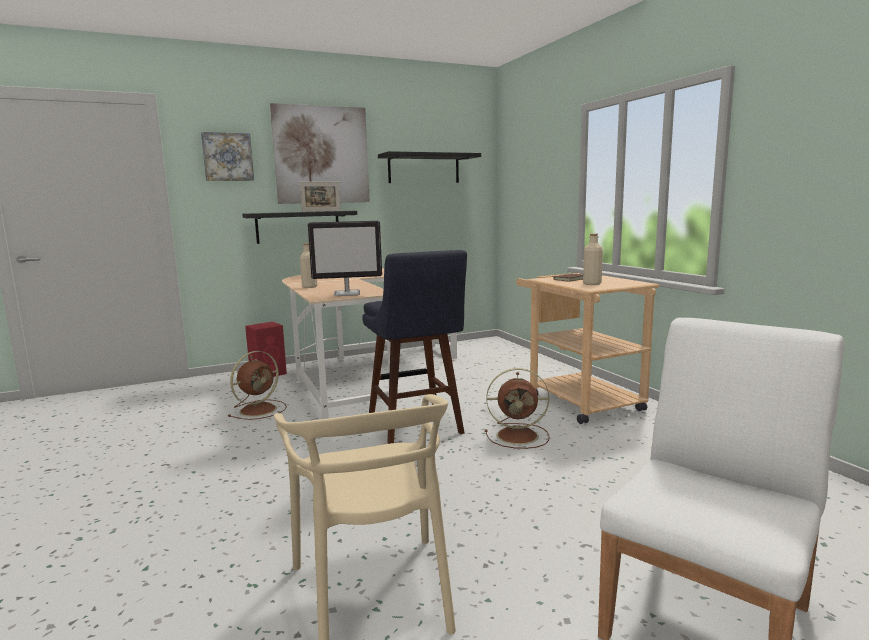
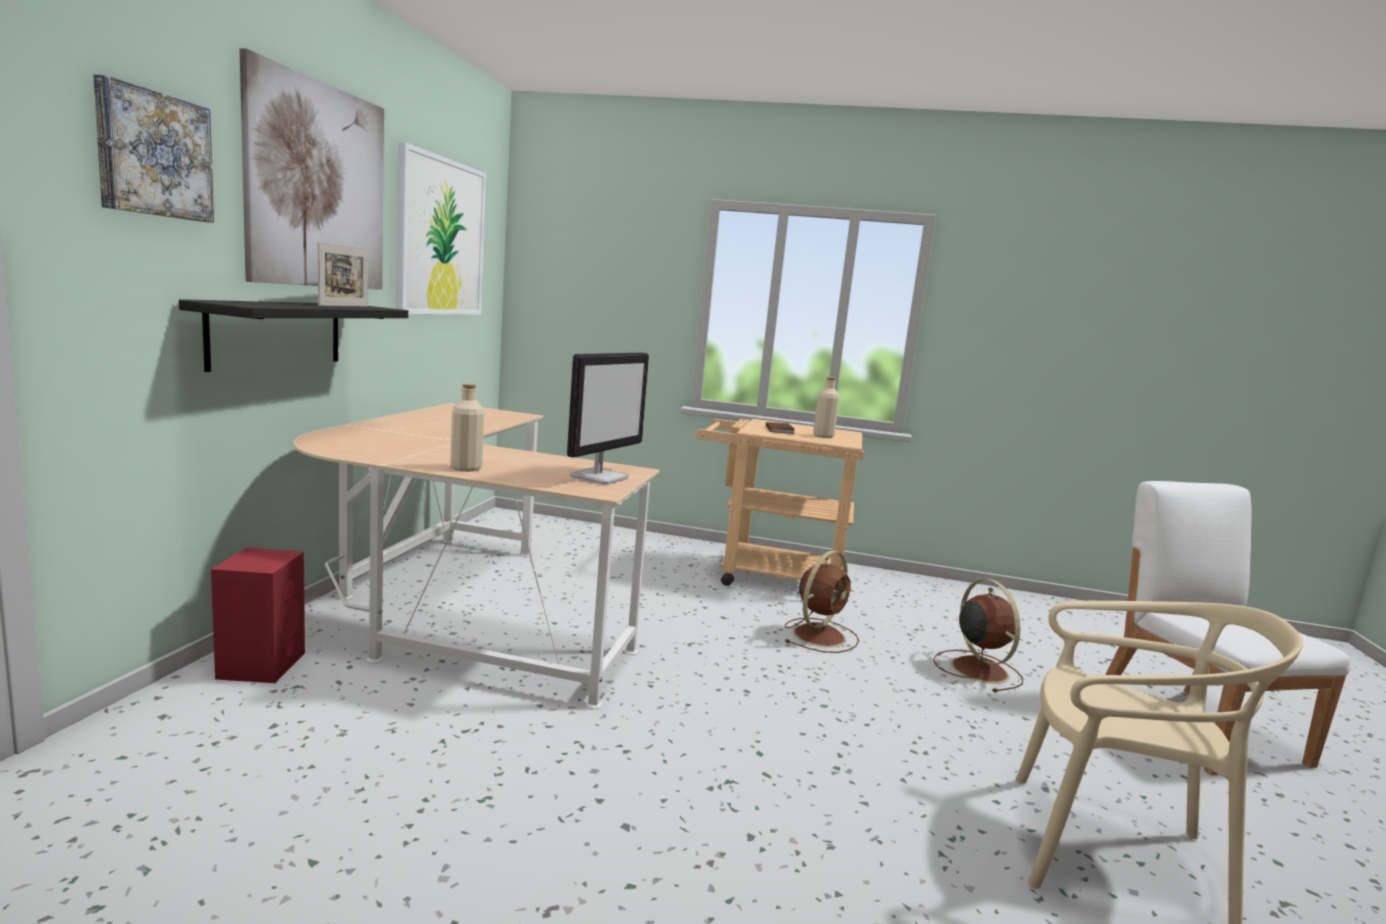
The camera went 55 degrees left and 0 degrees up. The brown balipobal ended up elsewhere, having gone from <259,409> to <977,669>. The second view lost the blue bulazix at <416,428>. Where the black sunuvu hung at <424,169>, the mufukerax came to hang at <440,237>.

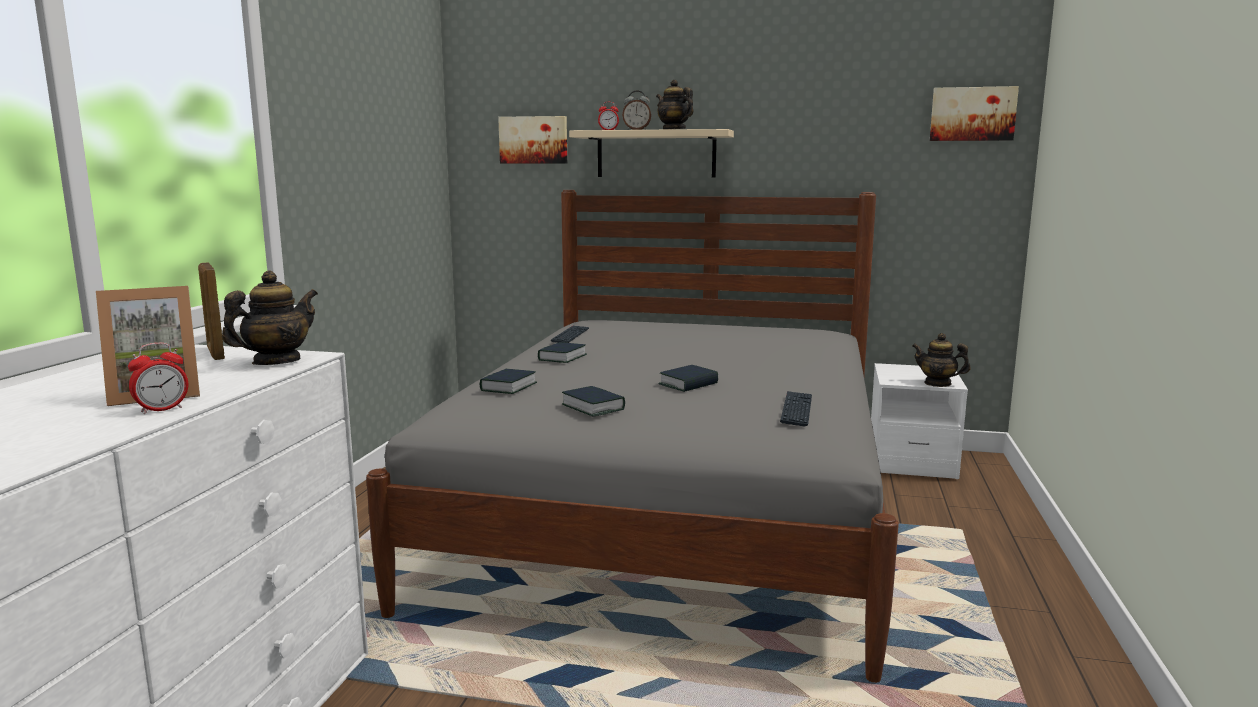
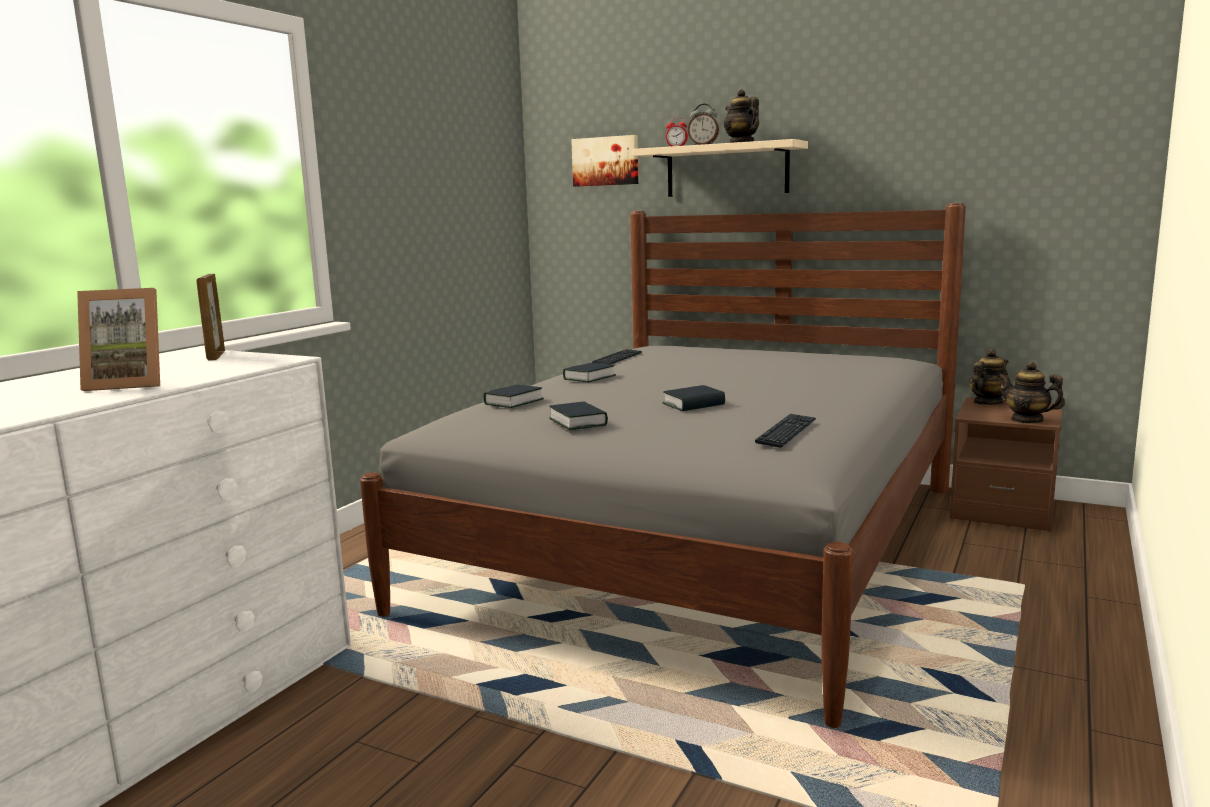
The camera went 15 degrees right and 0 degrees up. The second view lost the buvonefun at <162,410>. The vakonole ended up elsewhere, having gone from <276,362> to <987,403>. What was the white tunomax at <911,462> turned into the brown tunomax at <1002,510>. The second view lost the mufukerax at <972,114>.

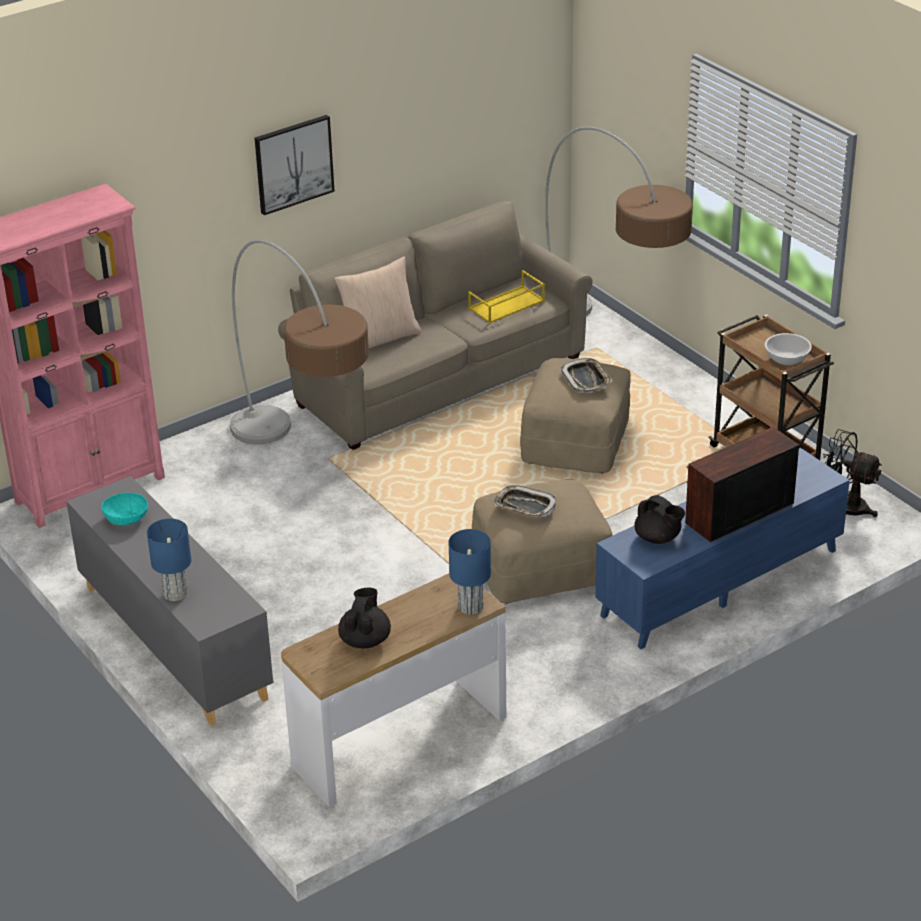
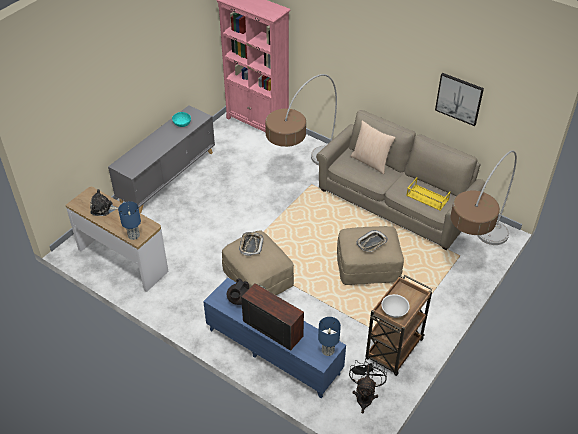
The camera went 70 degrees right and 10 degrees up. The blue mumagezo ended up elsewhere, having gone from <175,593> to <328,350>. The mufukerax ended up elsewhere, having gone from <293,164> to <459,98>. Where the black vakonole stood at <365,640>, the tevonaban came to stand at <103,208>.

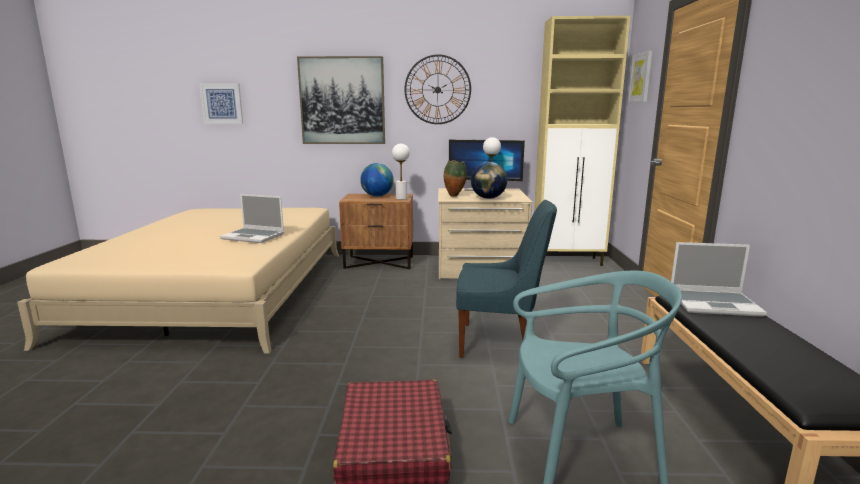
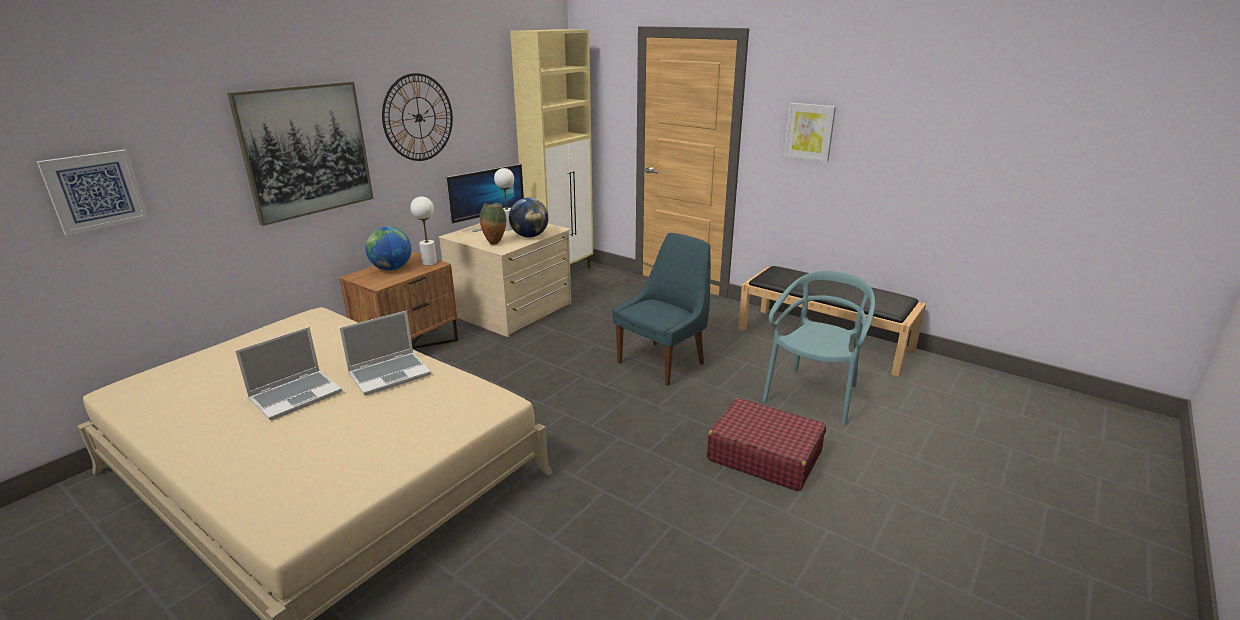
The camera went 55 degrees left and 10 degrees up. The mufukerax ended up elsewhere, having gone from <641,78> to <809,131>. The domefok ended up elsewhere, having gone from <714,304> to <296,395>.

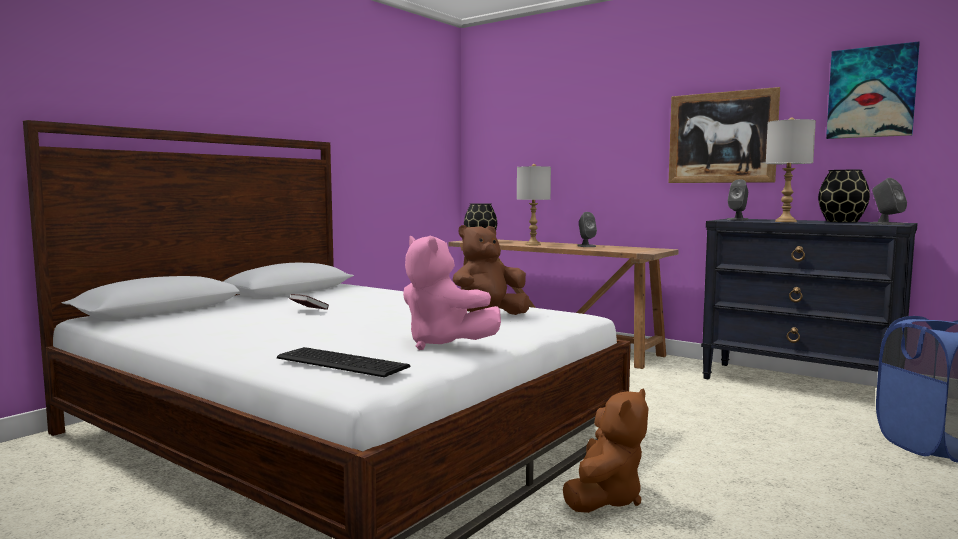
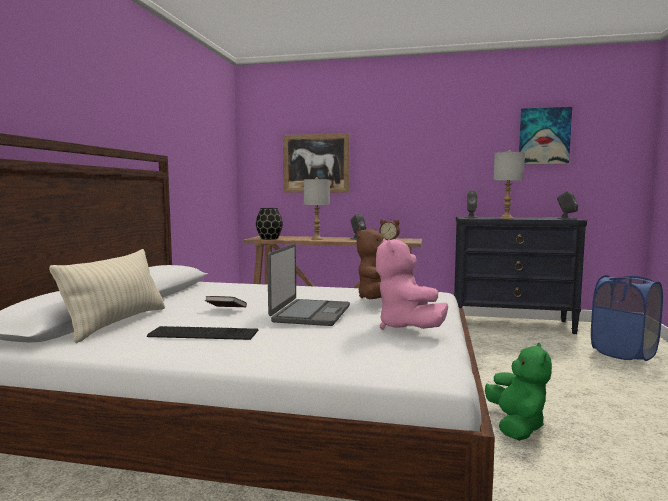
The camera went 25 degrees left and 0 degrees up. The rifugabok ended up elsewhere, having gone from <342,361> to <203,333>. The pink tevonaban at <443,344> ended up facing another way, 60 degrees clockwise from before. What was the brown tevonaban at <604,498> turned into the green tevonaban at <516,425>. The mufukerax ended up elsewhere, having gone from <721,137> to <316,163>. The second view lost the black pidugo at <842,221>. The second view gained the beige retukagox at <117,323>. The second view gained the domefok at <310,314>. The second view gained the buvonefun at <389,239>.

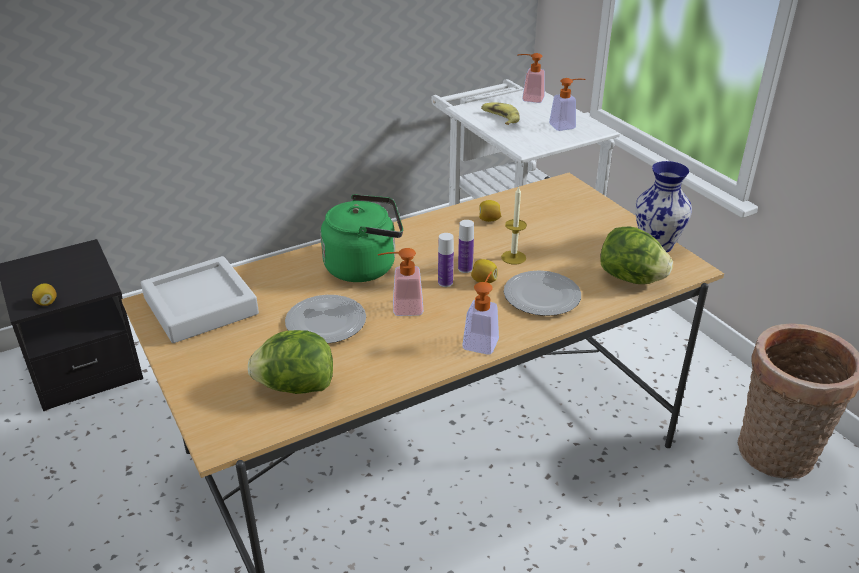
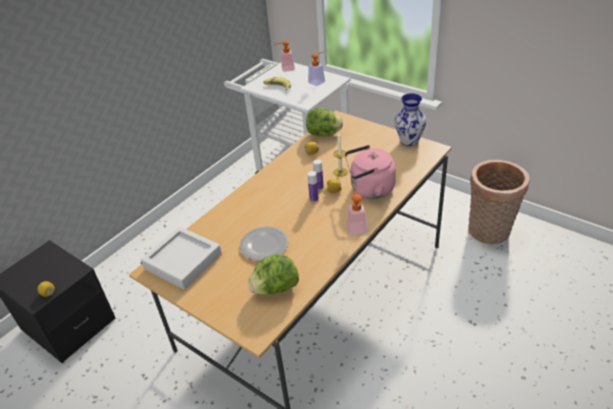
The camera went 20 degrees left and 5 degrees up. The second view lost the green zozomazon at <365,266>. The second view lost the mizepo at <401,308>. Where the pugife stood at <541,295>, the pink zozomazon came to stand at <369,189>. The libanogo ended up elsewhere, having gone from <631,279> to <324,134>.

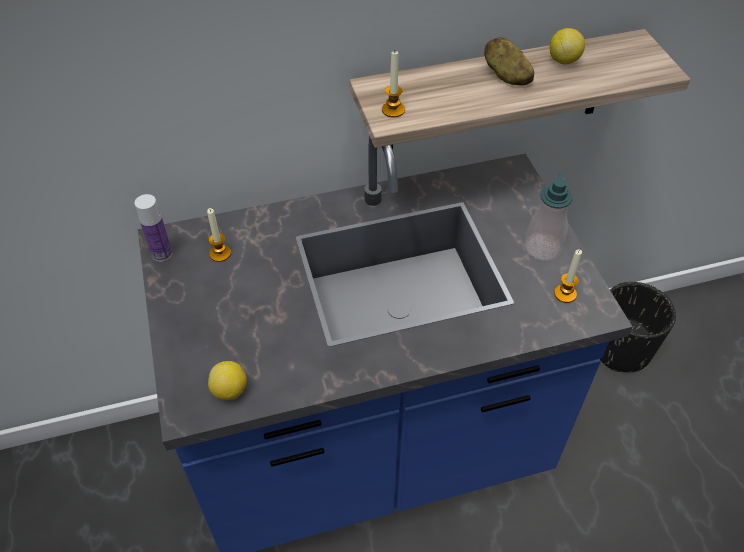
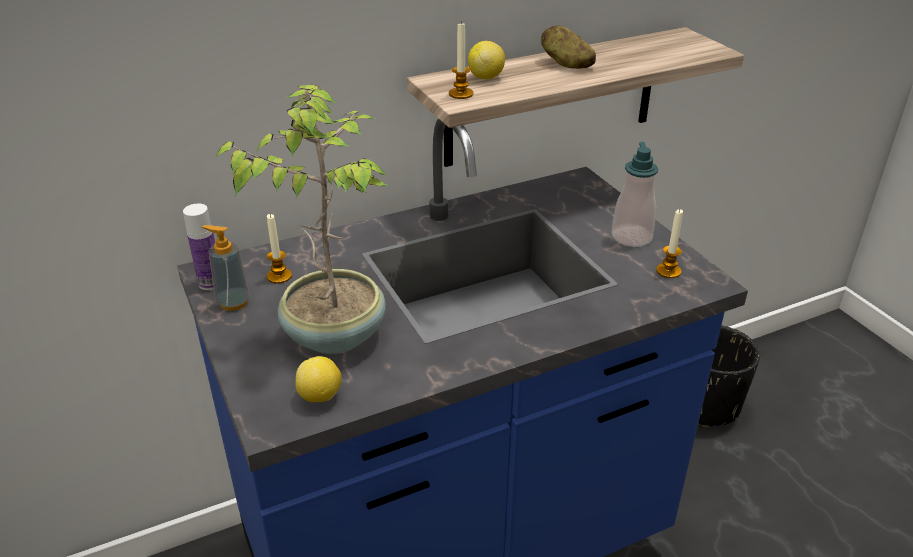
The camera went 10 degrees left and 15 degrees down. The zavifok ended up elsewhere, having gone from <563,60> to <486,77>. The second view gained the mizepo at <233,302>. The second view gained the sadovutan at <334,333>.

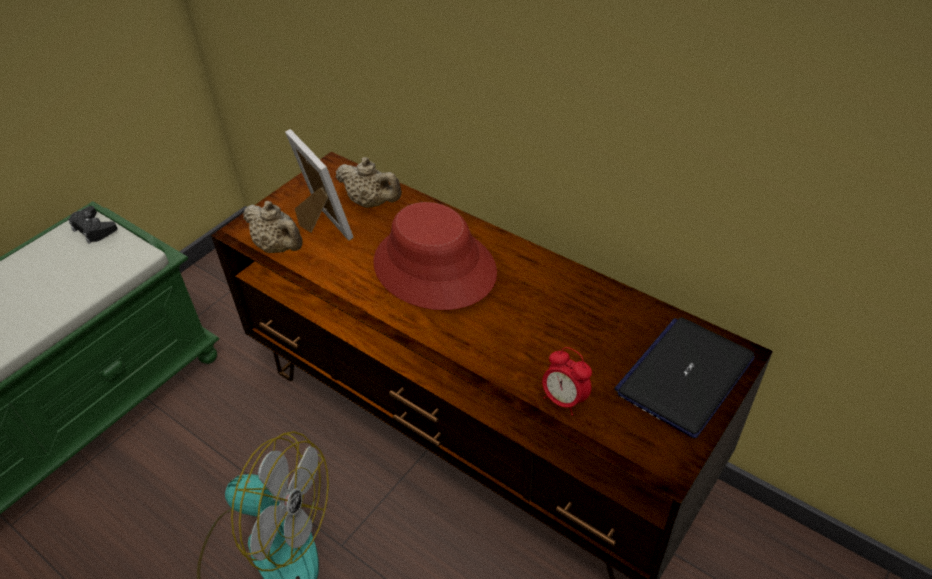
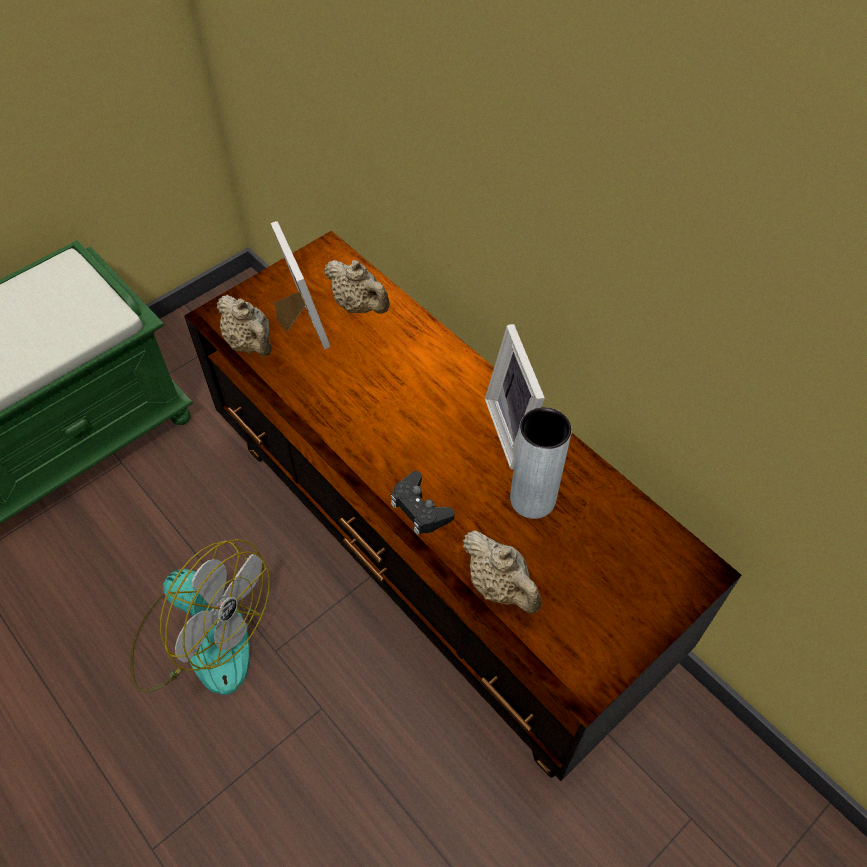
The camera went 10 degrees right and 10 degrees up. The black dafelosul ended up elsewhere, having gone from <94,229> to <420,508>. The second view lost the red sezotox at <434,268>. Where the buvonefun stood at <564,400>, the beige vakonole came to stand at <500,586>. The second view lost the domefok at <685,376>. The second view gained the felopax at <516,429>. The second view gained the grey pidugo at <532,499>.

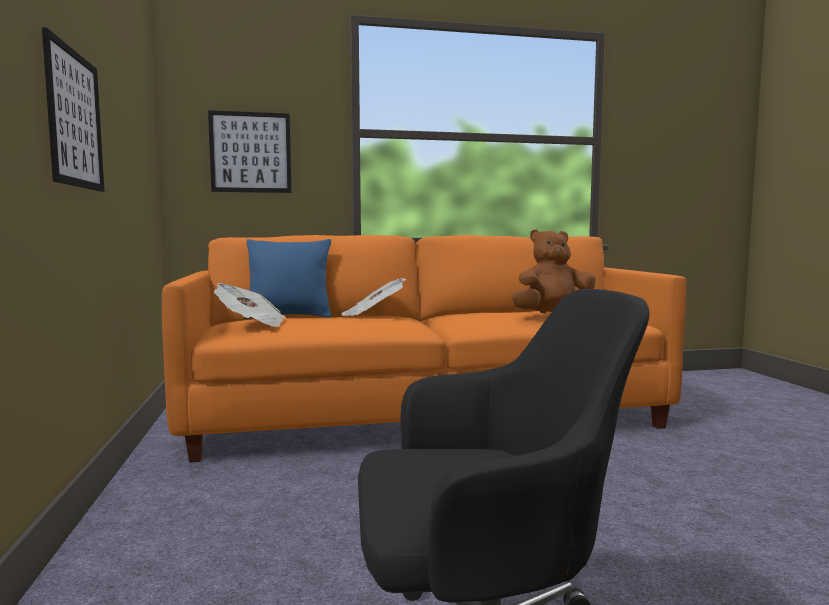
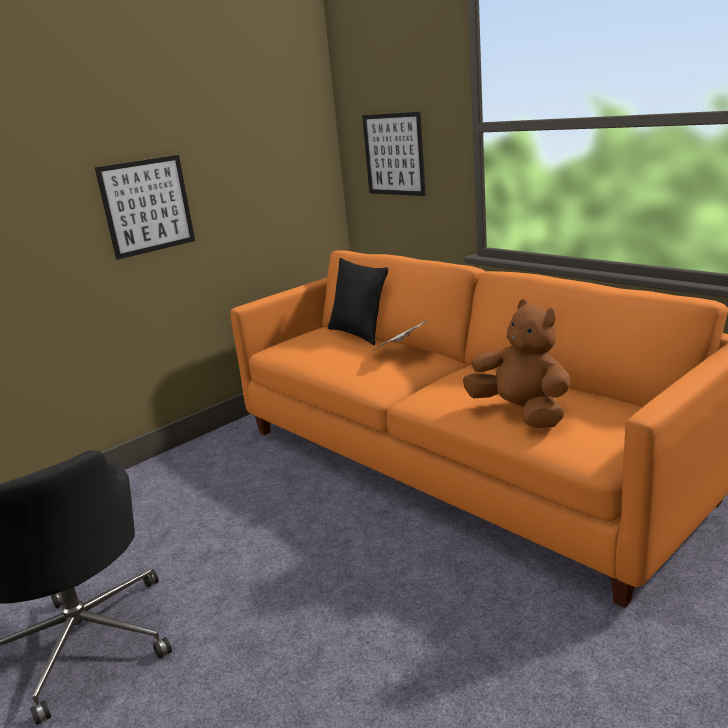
The camera went 60 degrees right and 15 degrees up. The second view lost the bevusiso at <252,324>. What was the blue retukagox at <289,316> turned into the black retukagox at <358,334>.

